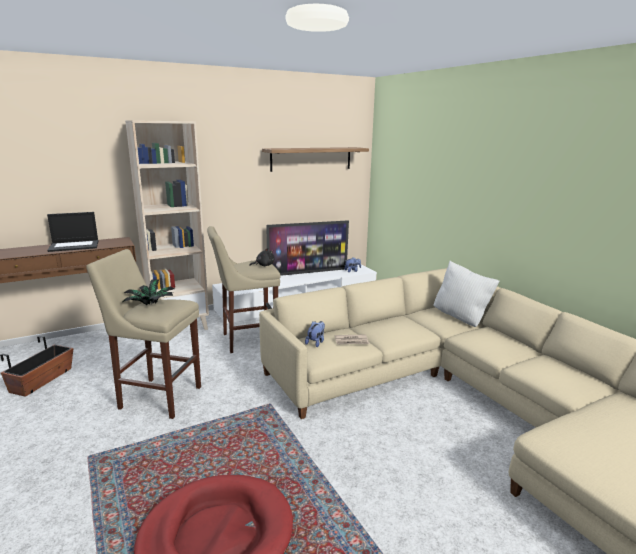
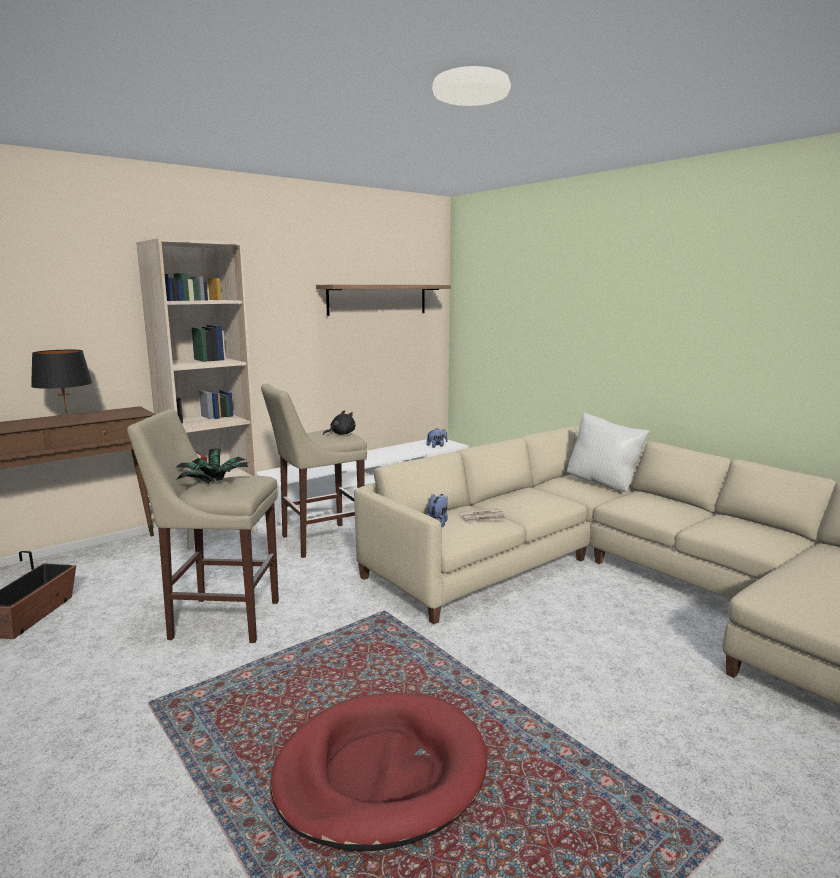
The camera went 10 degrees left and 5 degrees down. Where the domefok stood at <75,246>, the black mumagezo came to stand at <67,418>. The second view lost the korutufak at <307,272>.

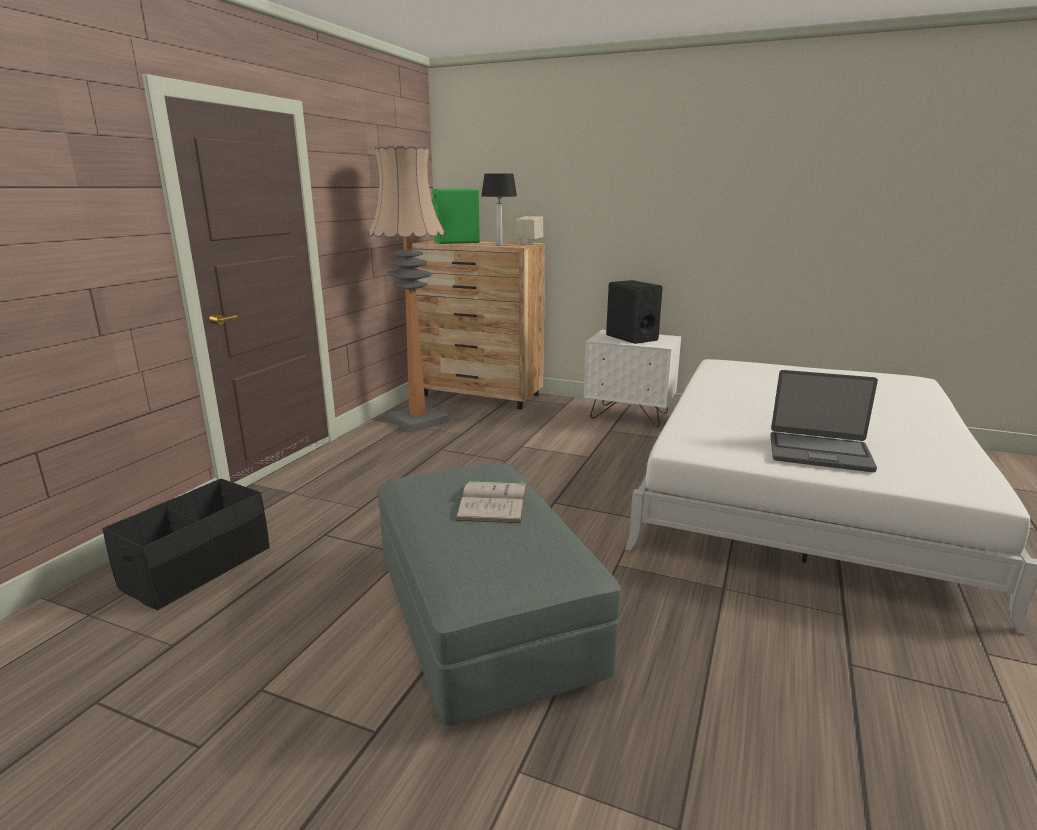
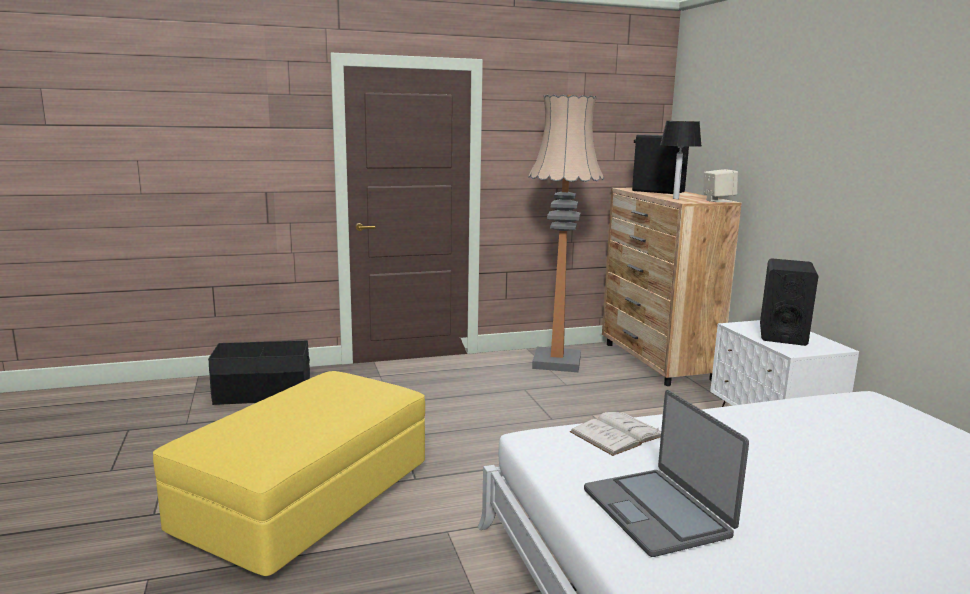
The camera went 50 degrees right and 5 degrees down. What was the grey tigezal at <483,615> turned into the yellow tigezal at <306,500>. What was the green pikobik at <456,242> turned into the black pikobik at <658,191>. The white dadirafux ended up elsewhere, having gone from <493,502> to <618,433>.

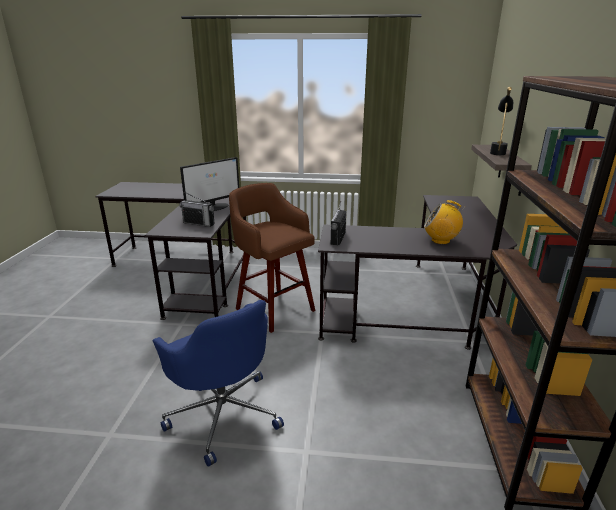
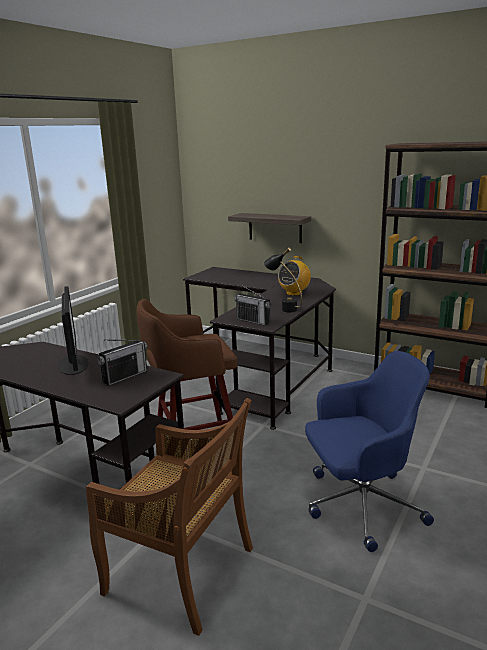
The camera went 65 degrees left and 5 degrees down. The black mumagezo ended up elsewhere, having gone from <497,152> to <283,308>. The second view gained the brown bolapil at <182,572>.

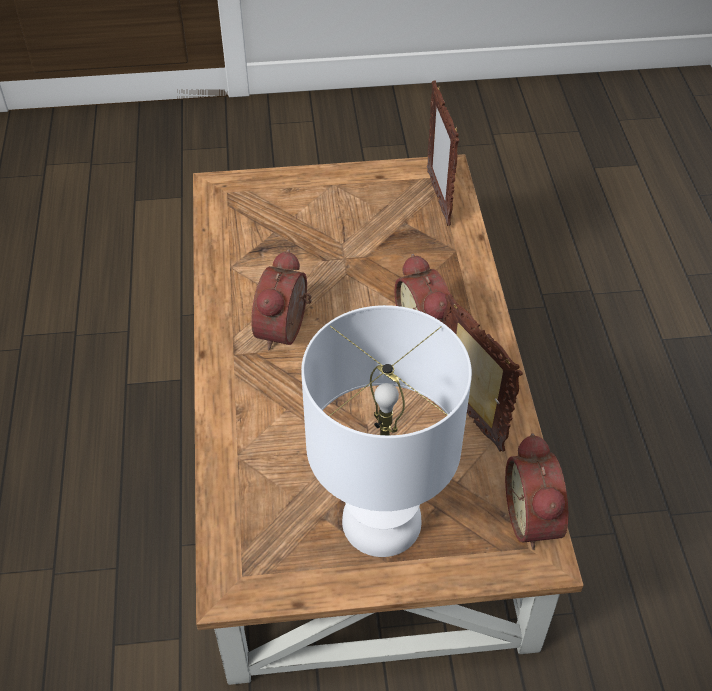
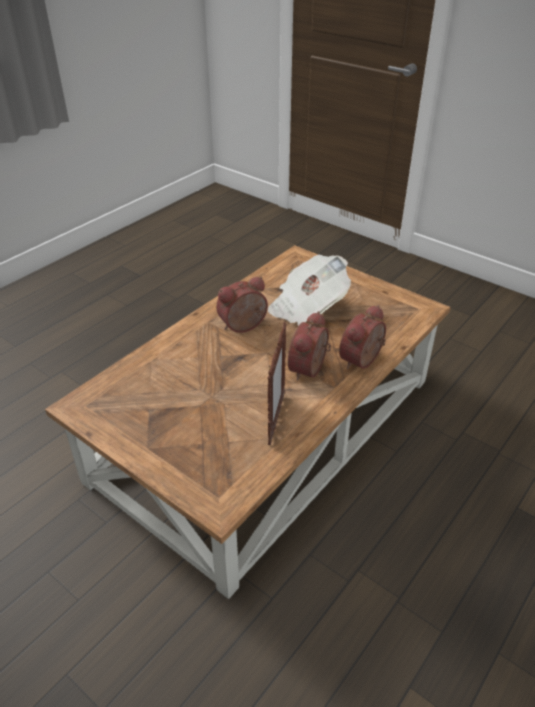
The camera went 45 degrees right and 10 degrees down. The second view lost the white mumagezo at <380,523>. The second view lost the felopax at <438,198>. The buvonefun ended up elsewhere, having gone from <535,518> to <363,361>. The second view gained the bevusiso at <307,307>.

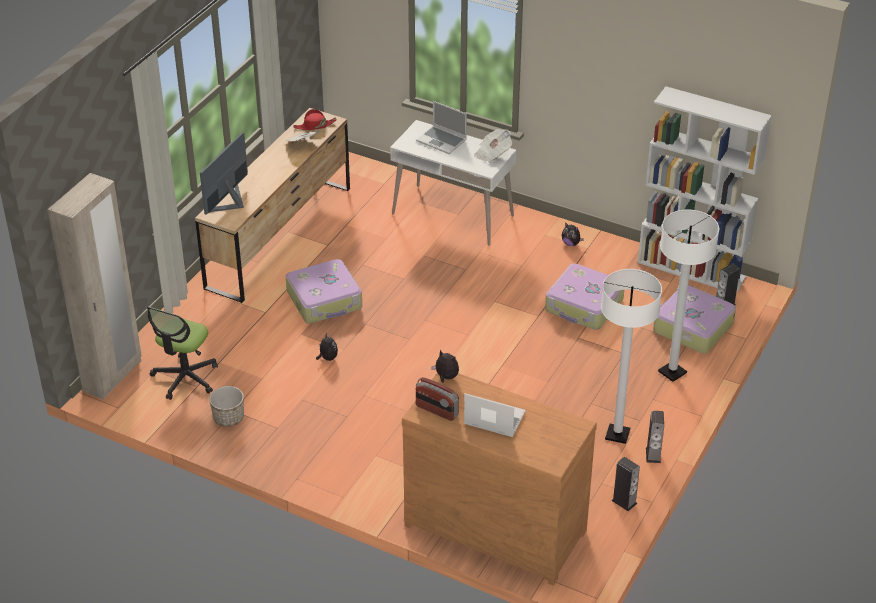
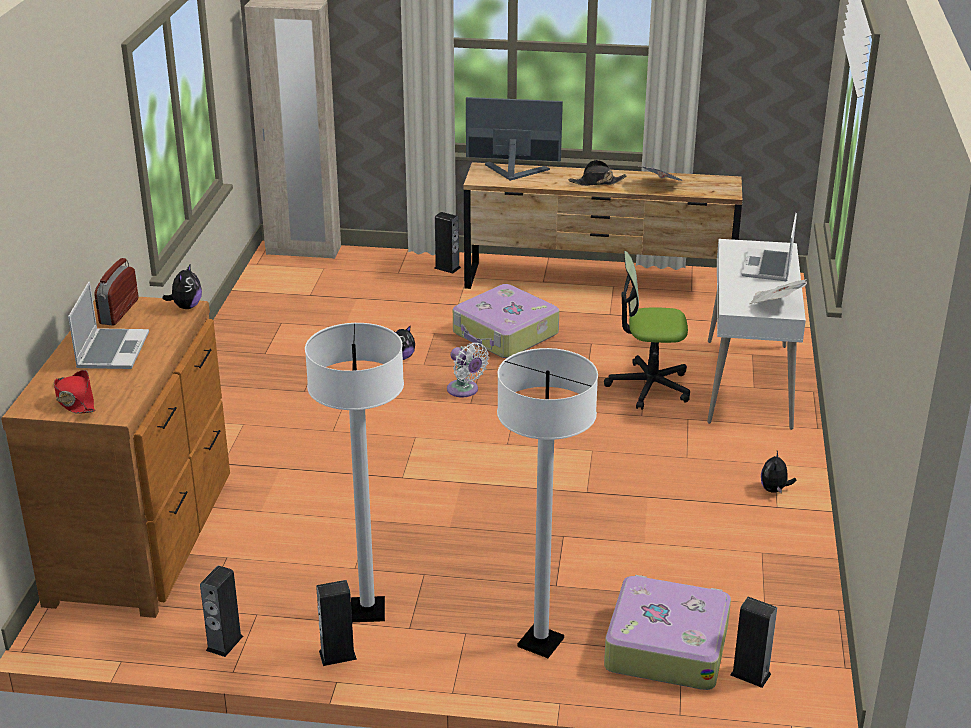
The camera went 70 degrees right and 10 degrees down. The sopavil ended up elsewhere, having gone from <185,378> to <649,386>. The second view lost the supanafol at <228,418>. The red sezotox ended up elsewhere, having gone from <315,126> to <75,400>. The second view lost the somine at <584,306>. The second view lost the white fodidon at <692,269>. The second view gained the pikobik at <447,268>. The second view gained the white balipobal at <464,390>. The second view gained the black sezotox at <597,182>.

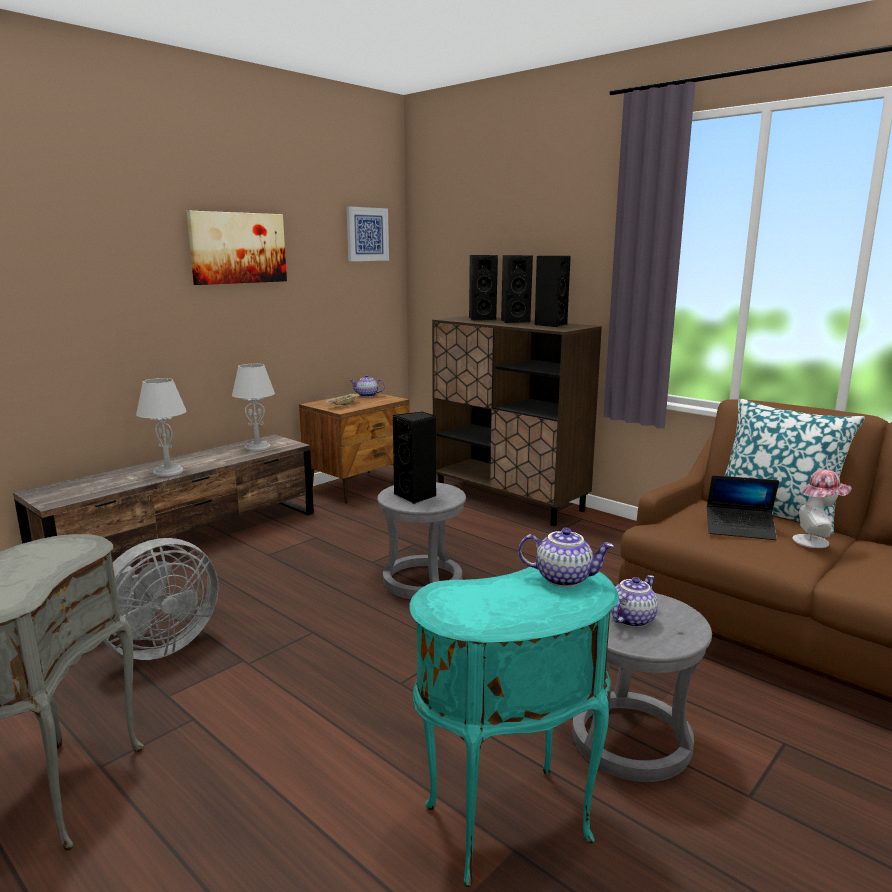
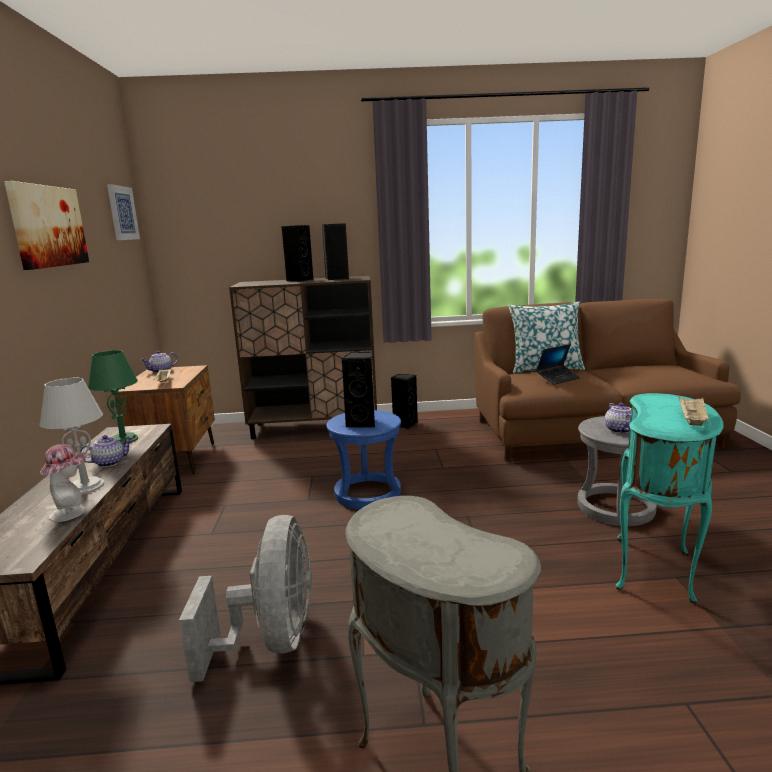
The camera went 45 degrees left and 0 degrees up. What was the grey mumagezo at <257,447> turned into the green mumagezo at <123,440>. What was the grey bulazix at <423,581> turned into the blue bulazix at <368,493>. The black pikobik ended up elsewhere, having gone from <481,319> to <404,424>. The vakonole ended up elsewhere, having gone from <564,578> to <109,463>. The sezotox ended up elsewhere, having gone from <815,541> to <72,512>. The second view gained the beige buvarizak at <691,420>.

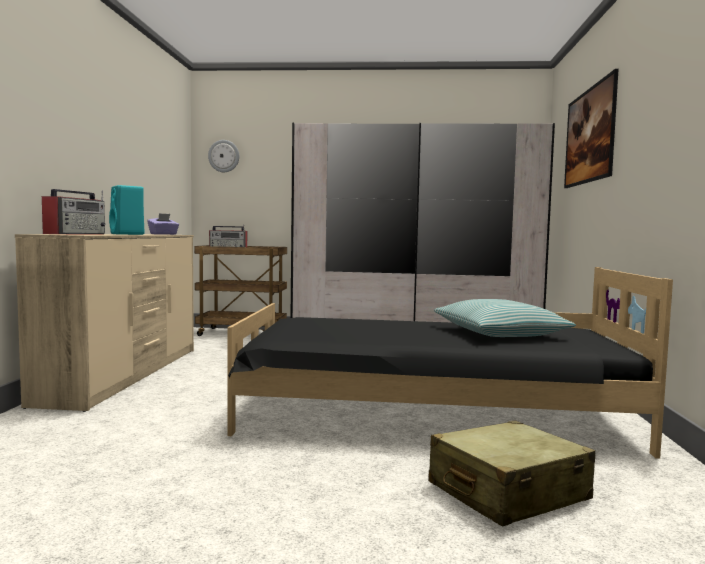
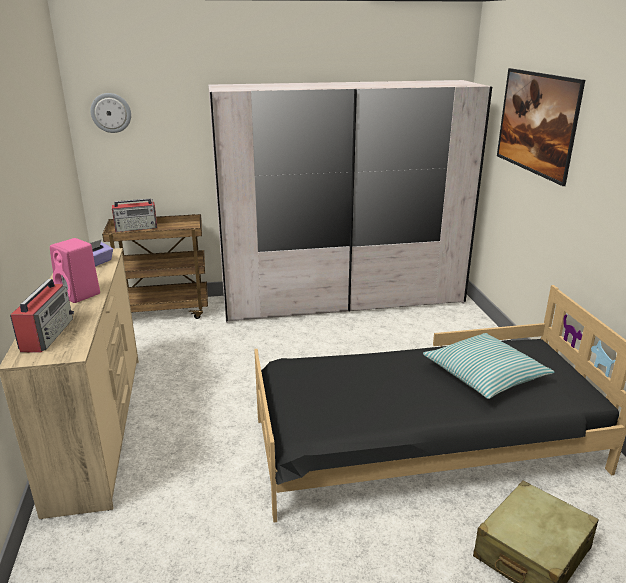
The camera went 15 degrees left and 20 degrees up. What was the turquoise pikobik at <128,234> turned into the pink pikobik at <80,295>.

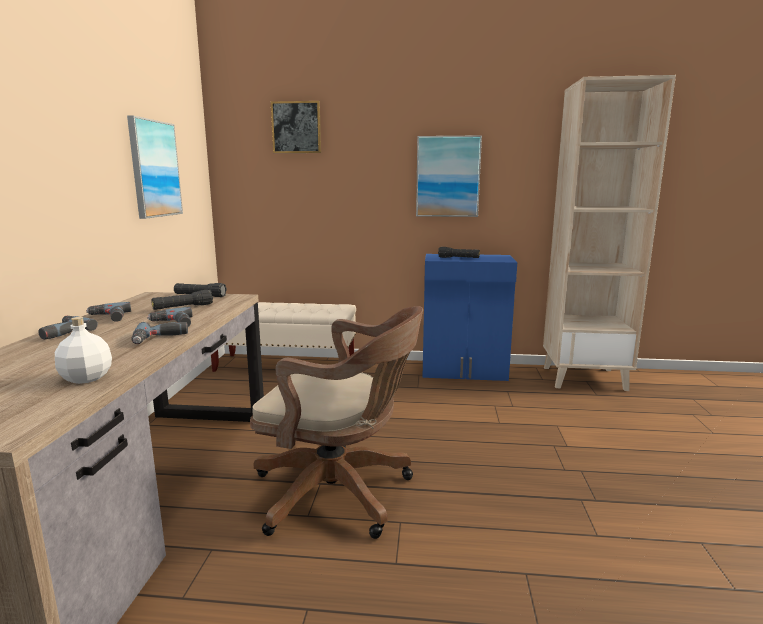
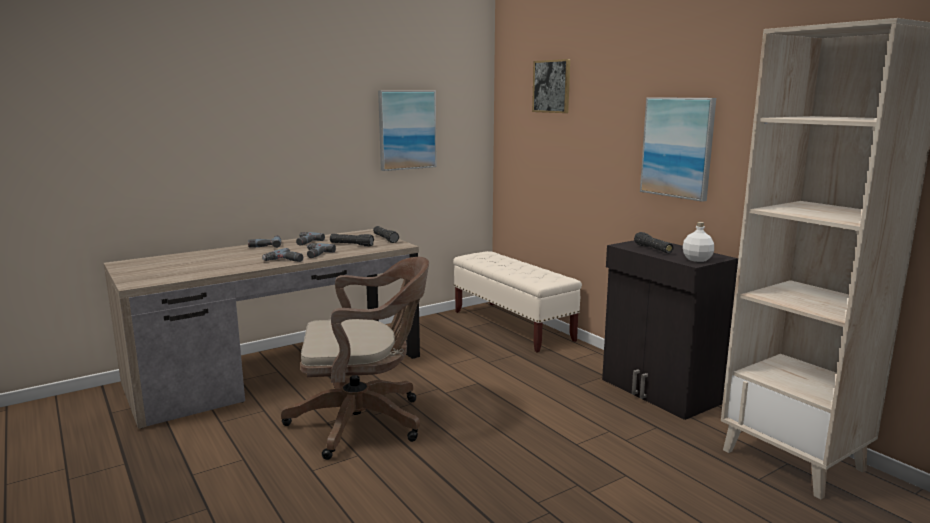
The camera went 50 degrees right and 0 degrees up. The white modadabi ended up elsewhere, having gone from <86,378> to <697,259>. The brown sopavil at <340,493> ended up facing another way, 75 degrees counterclockwise from before. What was the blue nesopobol at <464,371> turned into the black nesopobol at <659,392>.

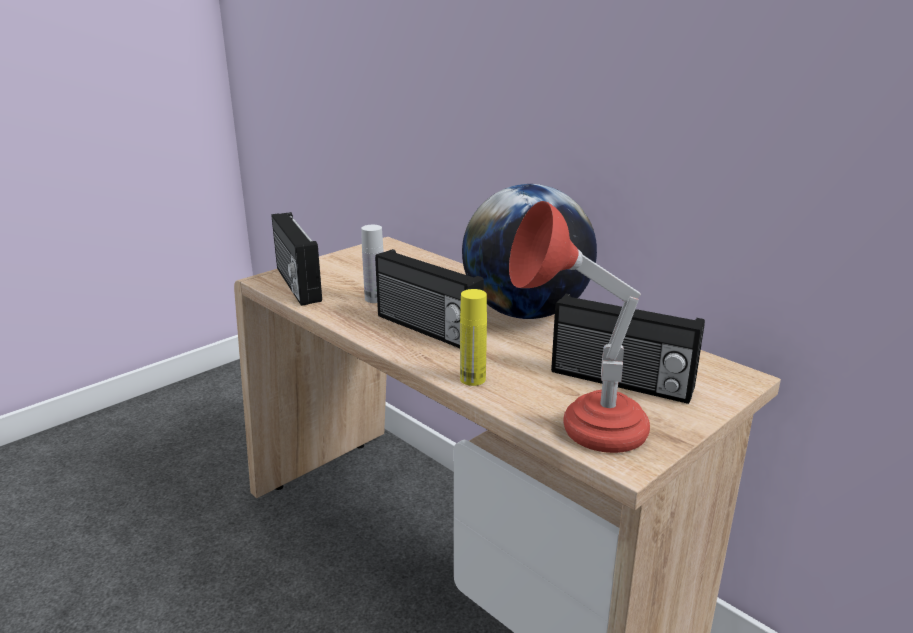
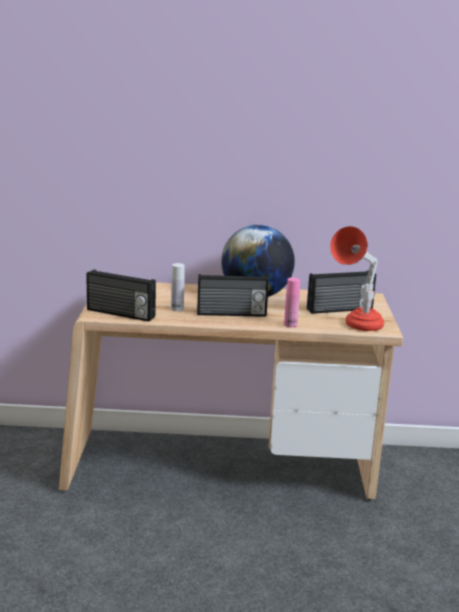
The camera went 45 degrees left and 5 degrees down. What was the yellow modadabi at <472,379> turned into the pink modadabi at <290,324>.

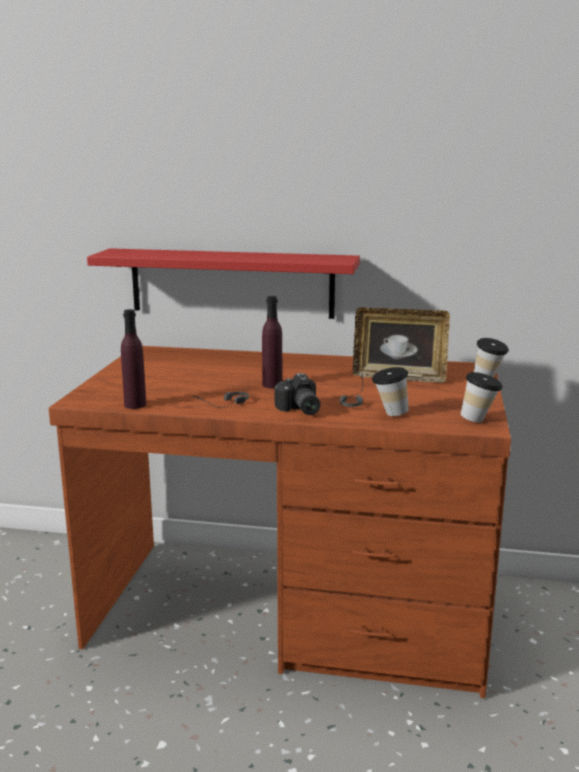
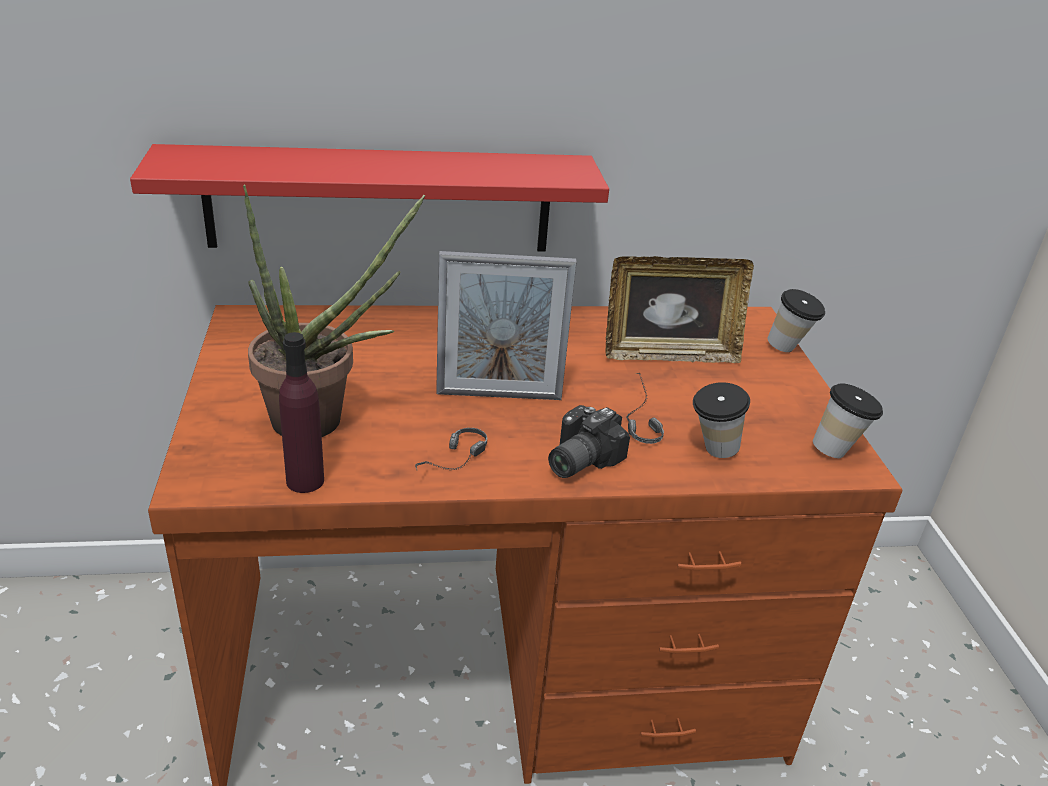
The camera went 20 degrees left and 15 degrees up. Where the purple modadabi stood at <272,385>, the felopax came to stand at <499,395>. The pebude at <299,410> ended up facing another way, 75 degrees clockwise from before. The second view gained the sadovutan at <322,423>.

